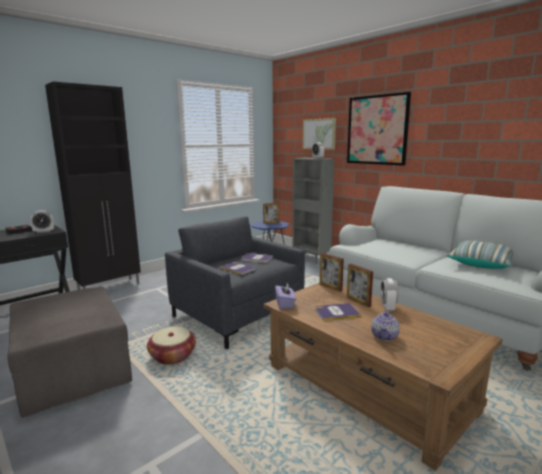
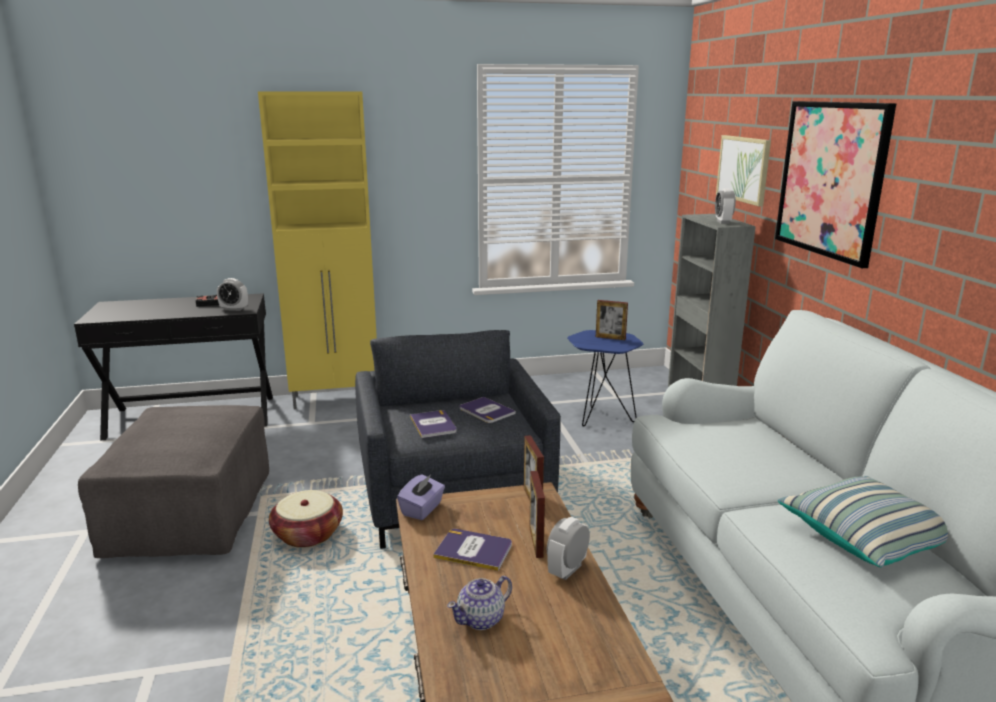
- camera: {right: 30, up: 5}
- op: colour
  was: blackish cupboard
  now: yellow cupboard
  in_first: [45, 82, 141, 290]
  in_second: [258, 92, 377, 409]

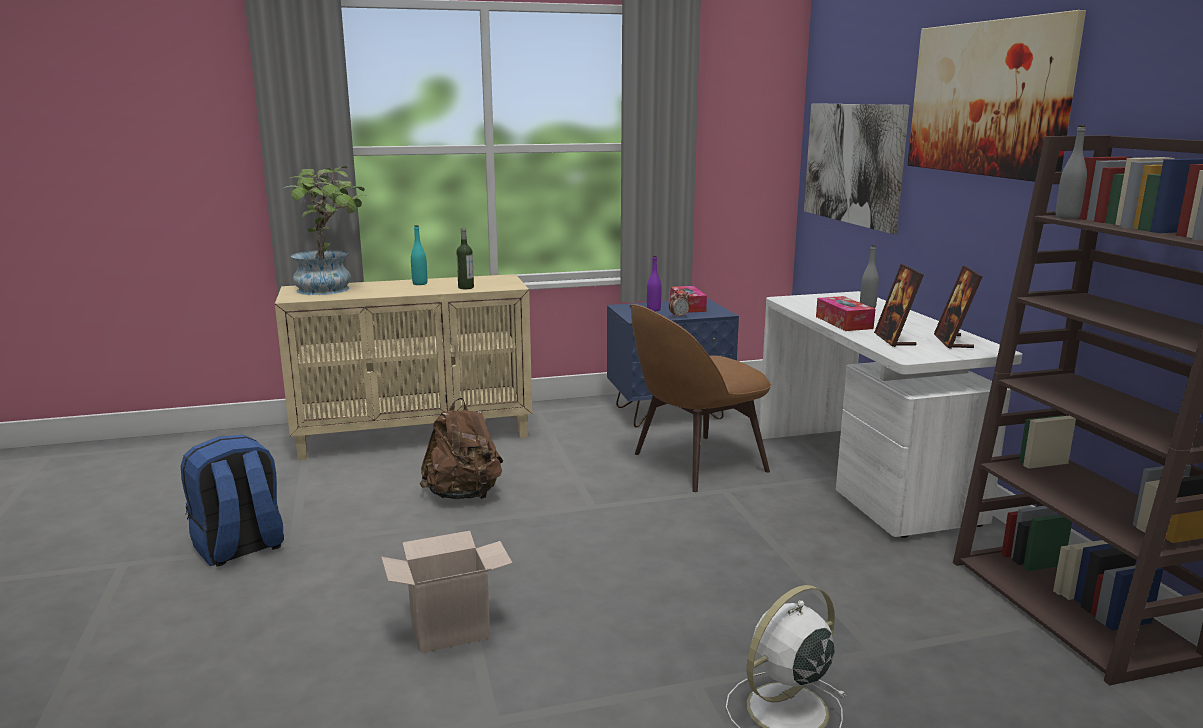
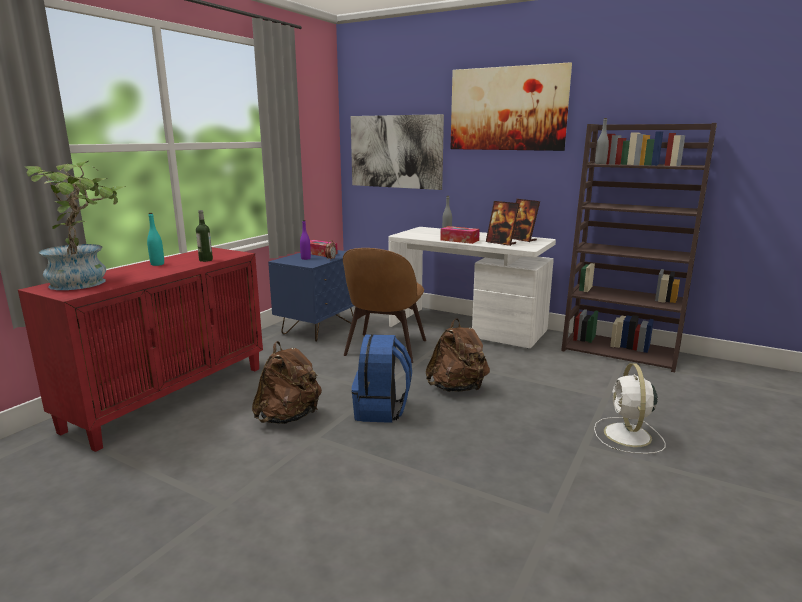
- camera: {right: -45, up: 0}
- op: relocated
  was: bluish rucksack
  in_first: [181, 435, 284, 566]
  in_second: [352, 334, 412, 423]
- op: colour
  was: sand-coloured cupboard
  now: red-coloured cupboard
  in_first: [275, 274, 532, 460]
  in_second: [18, 247, 263, 452]
- op: missing
  was: carton
  in_first: [381, 531, 512, 653]
- op: appeared
  now: brown rucksack
  in_second: [426, 318, 490, 392]

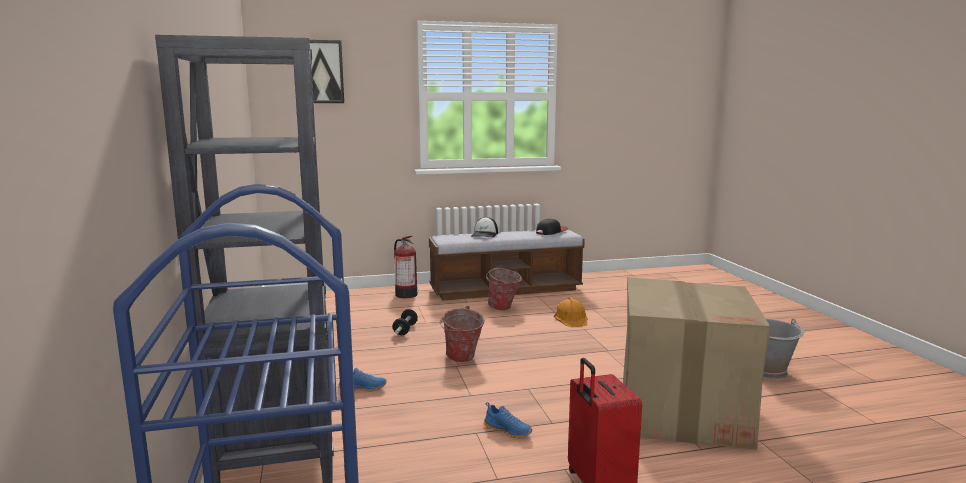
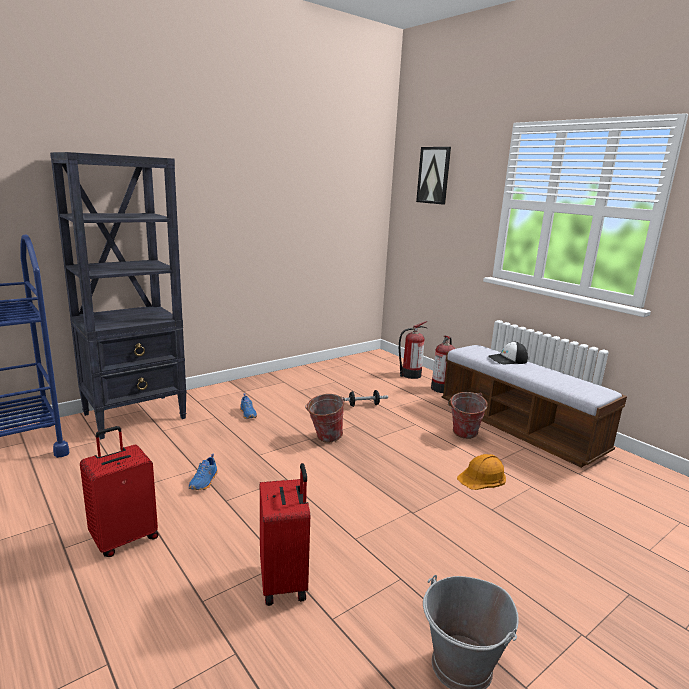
- camera: {right: 65, up: 5}
- op: missing
  was: cap
  in_first: [536, 219, 568, 235]
- op: exchanged
  was: carton
  now: red-coloured travel case
  in_first: [623, 277, 771, 450]
  in_second: [260, 463, 310, 606]
- op: appeared
  now: fire extinguisher
  in_second: [399, 321, 428, 379]

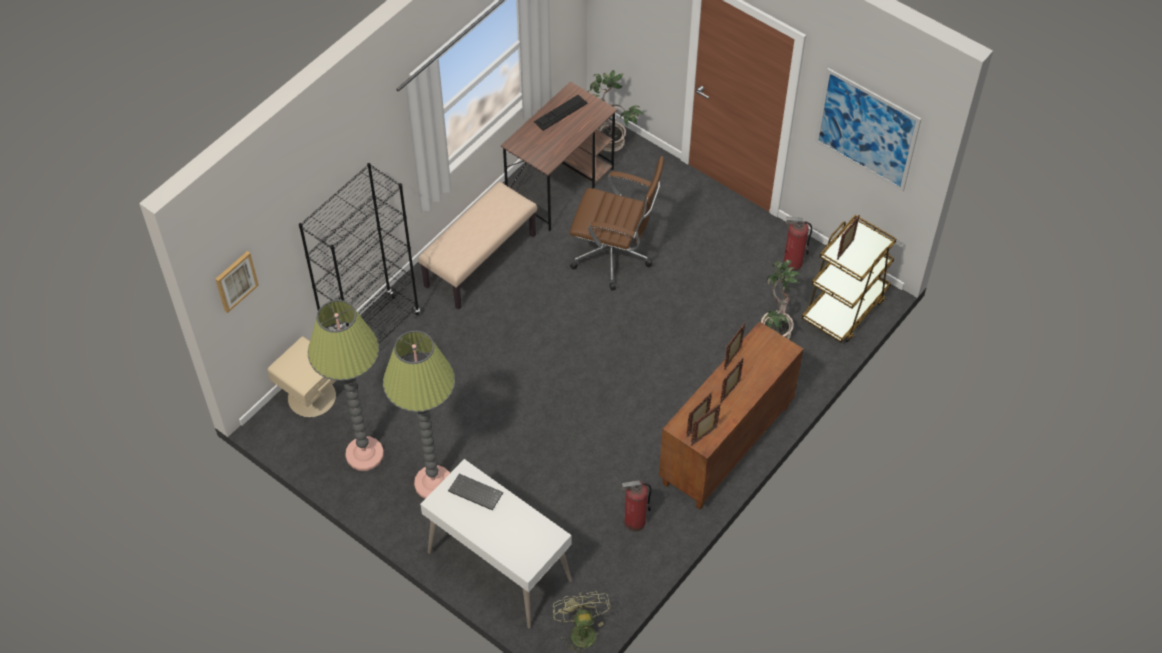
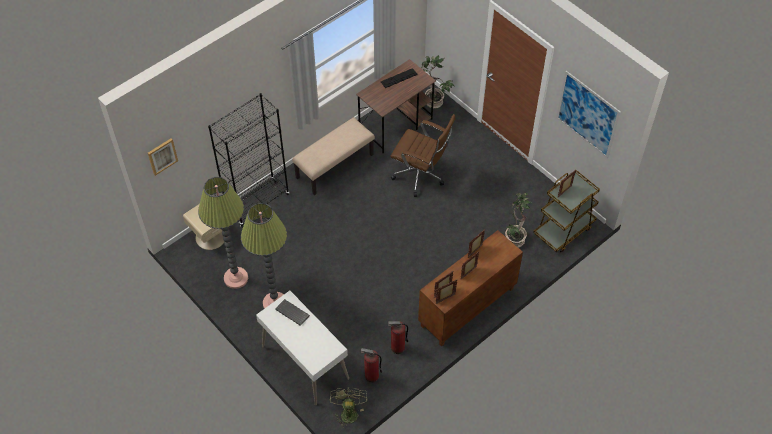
- camera: {right: 10, up: 0}
- op: relocated
  was: fire extinguisher
  in_first: [783, 217, 812, 271]
  in_second: [361, 348, 382, 383]

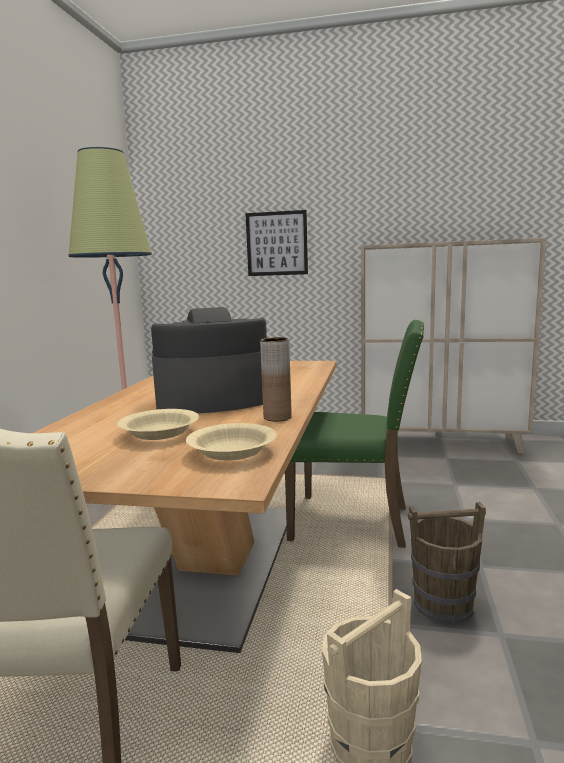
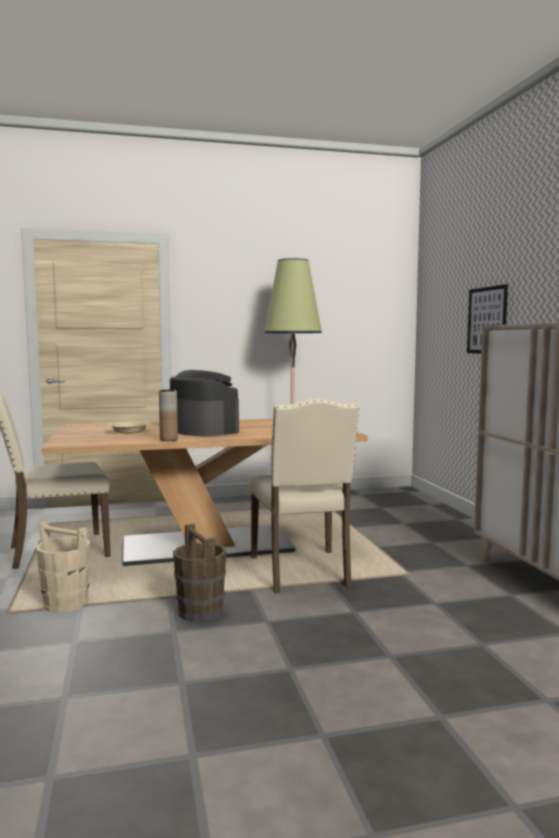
- camera: {right: 65, up: -5}
- op: missing
  was: sand-coloured bowl
  in_first: [186, 423, 277, 461]
- op: colour
  was: green chair
  now: sand-coloured chair
  in_first: [285, 320, 424, 548]
  in_second: [250, 398, 359, 593]

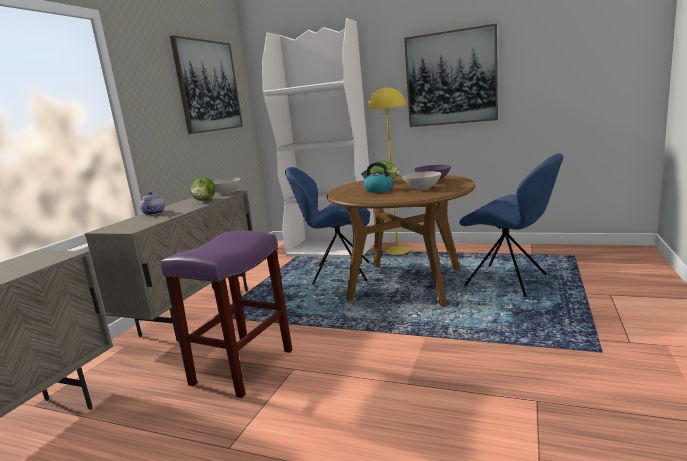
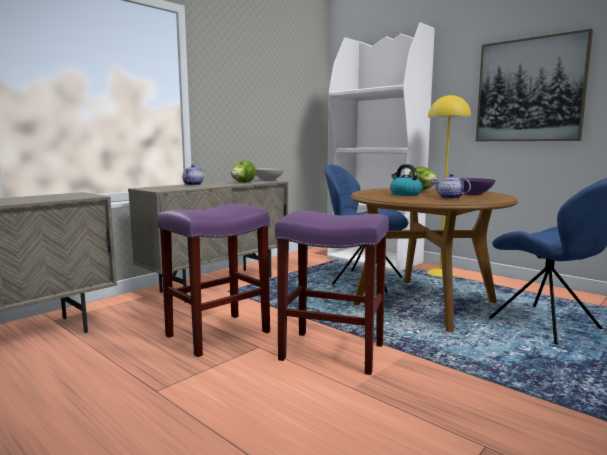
- camera: {right: 20, up: -5}
- op: missing
  was: wall art
  in_first: [170, 35, 243, 134]
- op: exchanged
  was: whitish bowl
  now: teapot
  in_first: [402, 171, 441, 190]
  in_second: [433, 174, 471, 199]
- op: appeared
  now: purple stool seat
  in_second: [275, 210, 389, 375]

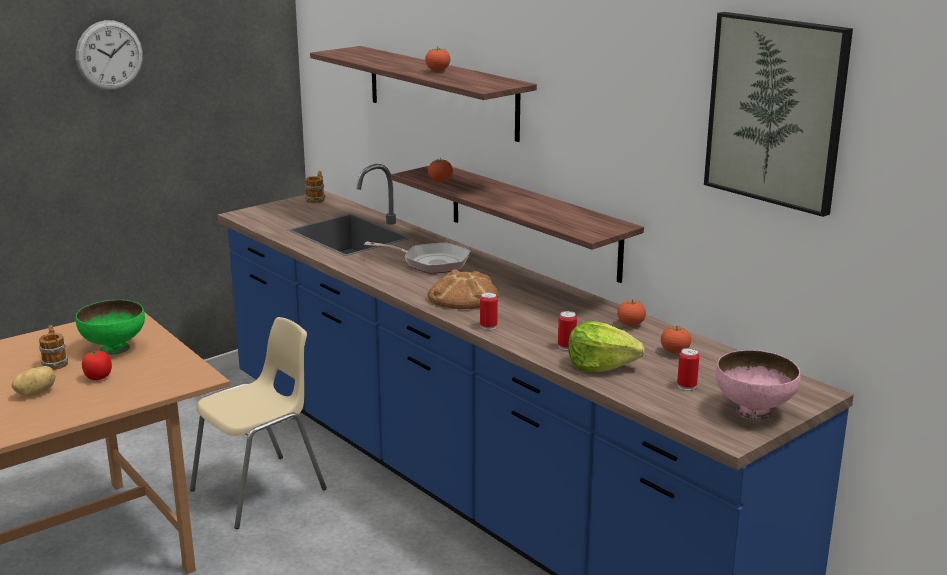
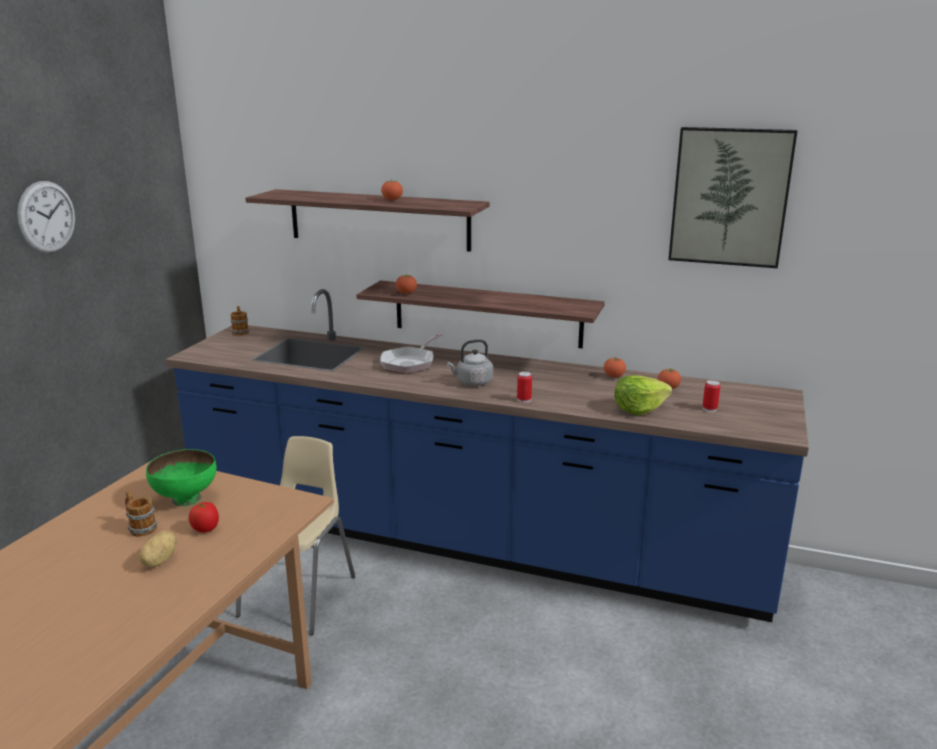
- camera: {right: -30, up: 0}
- op: spun
  was: pan
  in_first: [364, 242, 470, 273]
  in_second: [380, 333, 443, 374]
  clockwise: 135
- op: exchanged
  was: bread
  now: grey tea kettle
  in_first: [428, 270, 499, 309]
  in_second: [447, 339, 493, 386]
- op: missing
  was: metal can
  in_first: [558, 311, 577, 350]
- op: missing
  was: pink bowl
  in_first: [716, 350, 800, 420]

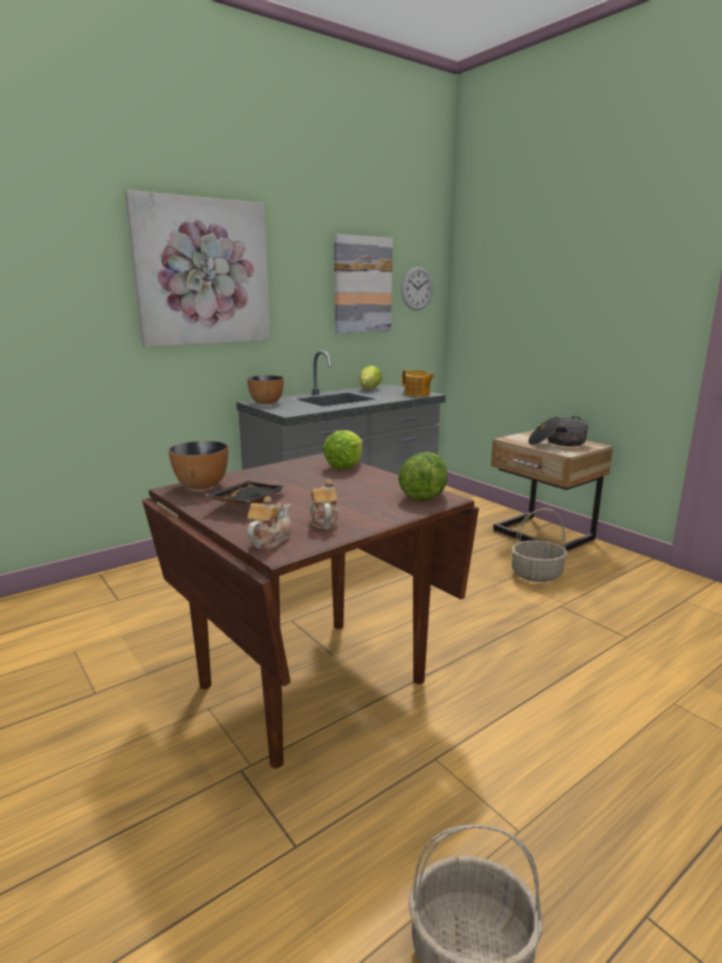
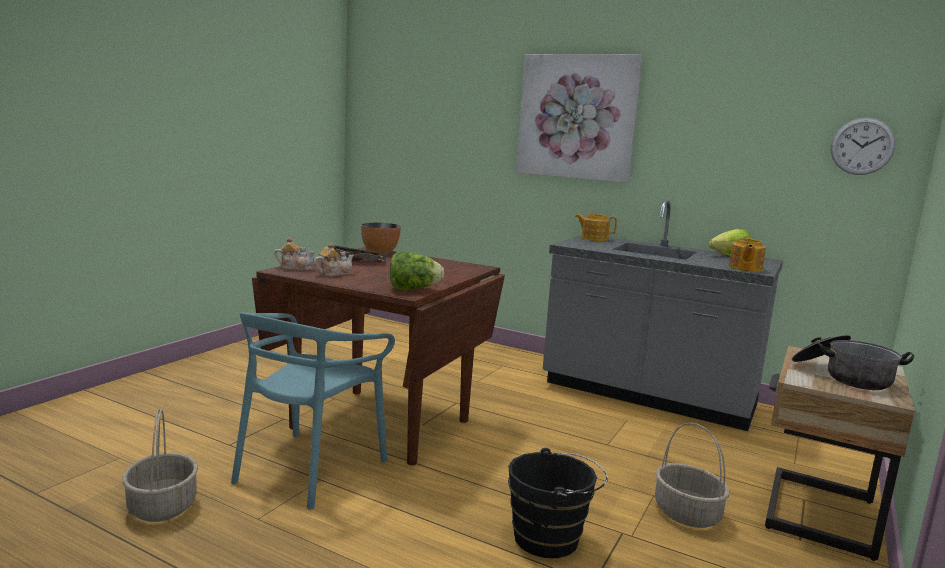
- camera: {right: 65, up: -5}
- op: exchanged
  was: bowl
  now: teapot
  in_first: [247, 375, 284, 404]
  in_second: [575, 214, 617, 241]
- op: missing
  was: head of lettuce
  in_first: [323, 430, 363, 470]
- op: missing
  was: wall art
  in_first: [334, 234, 393, 334]
- op: appeared
  now: blue-green chair
  in_second: [231, 312, 395, 509]
- op: appeared
  now: blackish pail
  in_second: [508, 448, 608, 558]

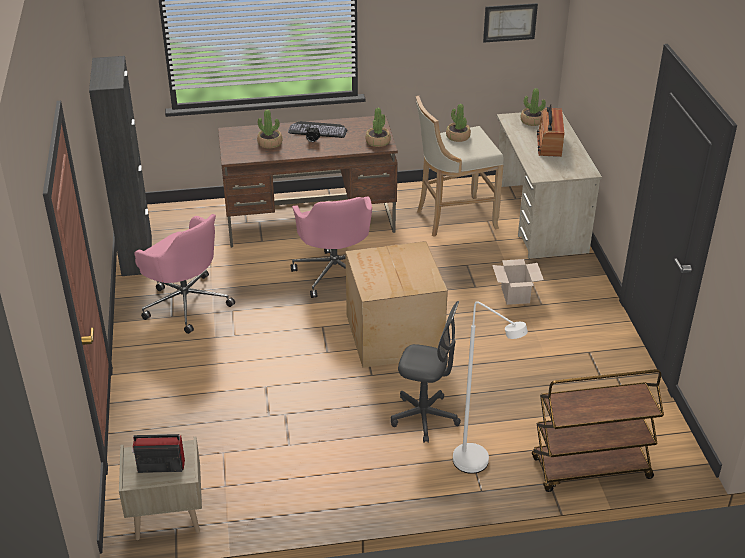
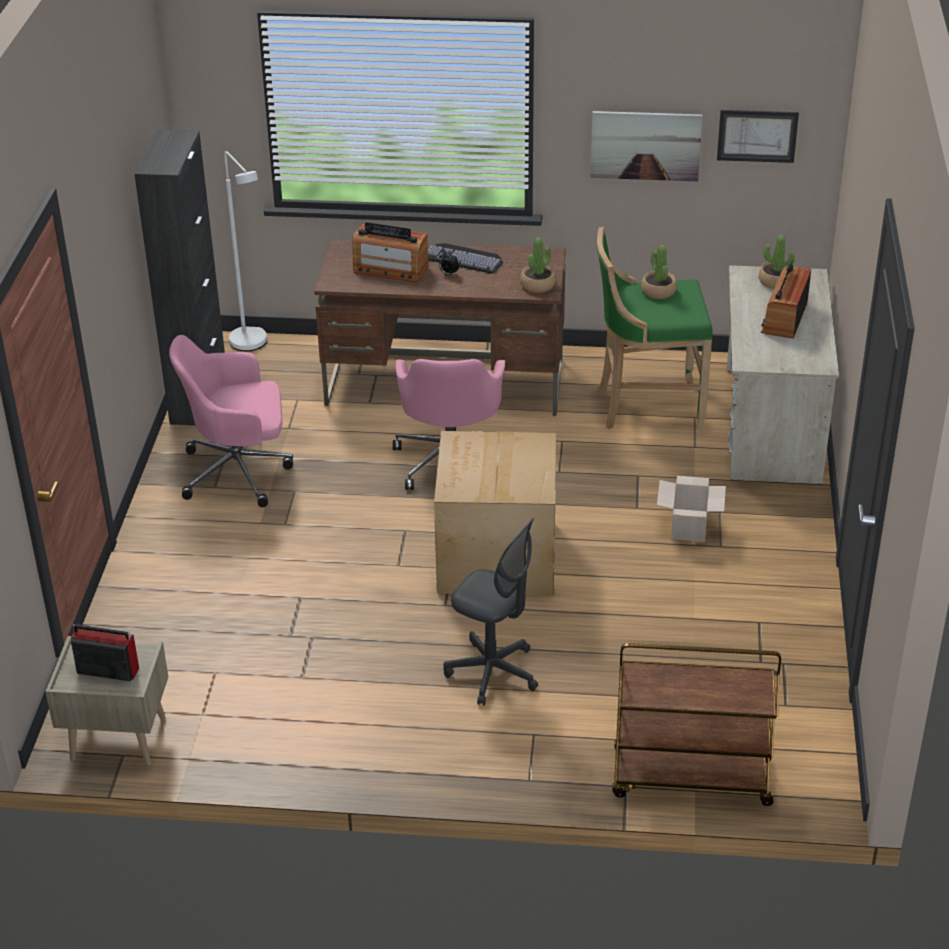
- camera: {right: 15, up: 0}
- op: spun
  was: pink computer chair
  in_first: [134, 214, 235, 334]
  in_second: [169, 335, 293, 507]
  clockwise: 120
- op: exchanged
  was: houseplant
  now: radio set
  in_first: [257, 110, 283, 149]
  in_second: [352, 222, 429, 282]
- op: colour
  was: sand-coloured stool seat
  now: green stool seat
  in_first: [416, 96, 504, 237]
  in_second: [597, 227, 713, 431]
- op: relocated
  was: whitish standing lamp
  in_first: [453, 301, 528, 474]
  in_second: [224, 151, 267, 351]
- op: appeared
  now: wall art
  in_second: [591, 111, 703, 181]

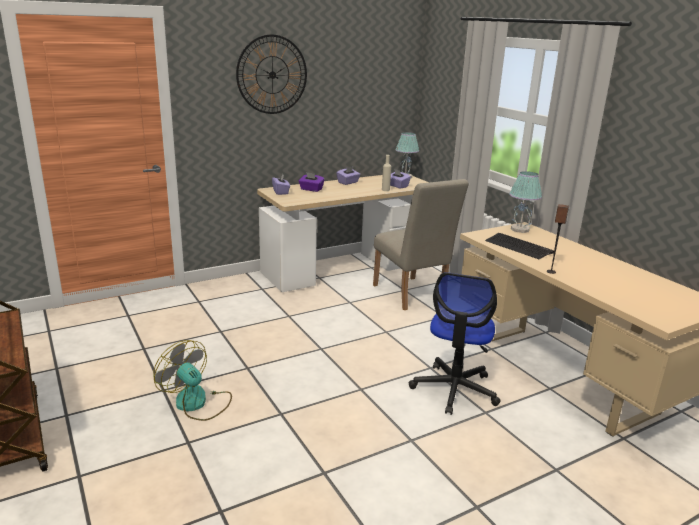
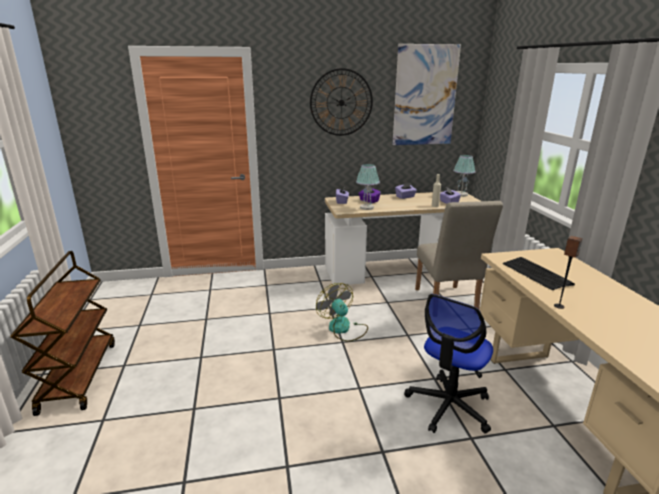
- camera: {right: 20, up: 0}
- op: relocated
  was: cooling fan
  in_first: [153, 340, 232, 421]
  in_second: [316, 283, 368, 342]
- op: relocated
  was: tabletop lamp
  in_first: [509, 171, 542, 233]
  in_second: [356, 164, 380, 210]
- op: appeared
  now: wall art
  in_second: [393, 44, 461, 145]

